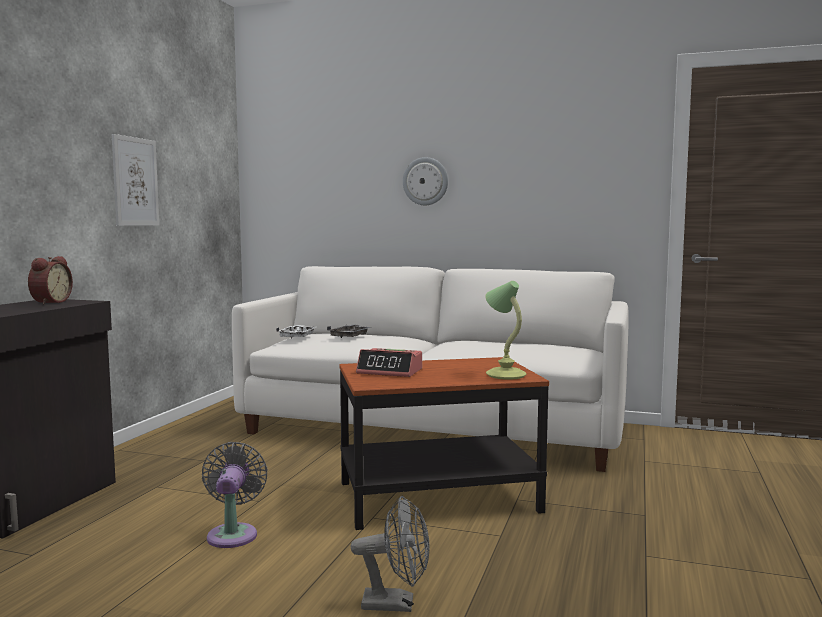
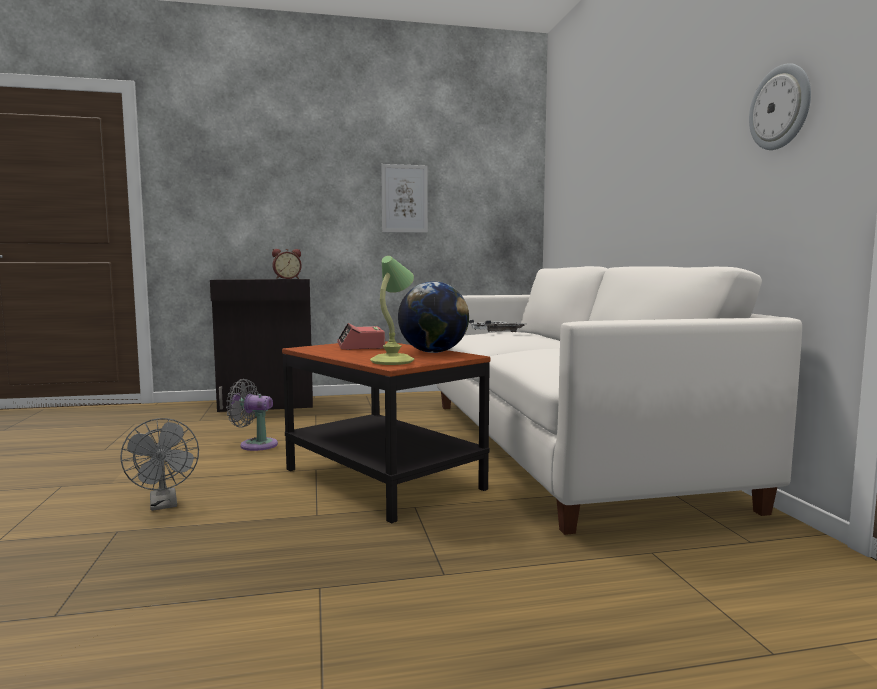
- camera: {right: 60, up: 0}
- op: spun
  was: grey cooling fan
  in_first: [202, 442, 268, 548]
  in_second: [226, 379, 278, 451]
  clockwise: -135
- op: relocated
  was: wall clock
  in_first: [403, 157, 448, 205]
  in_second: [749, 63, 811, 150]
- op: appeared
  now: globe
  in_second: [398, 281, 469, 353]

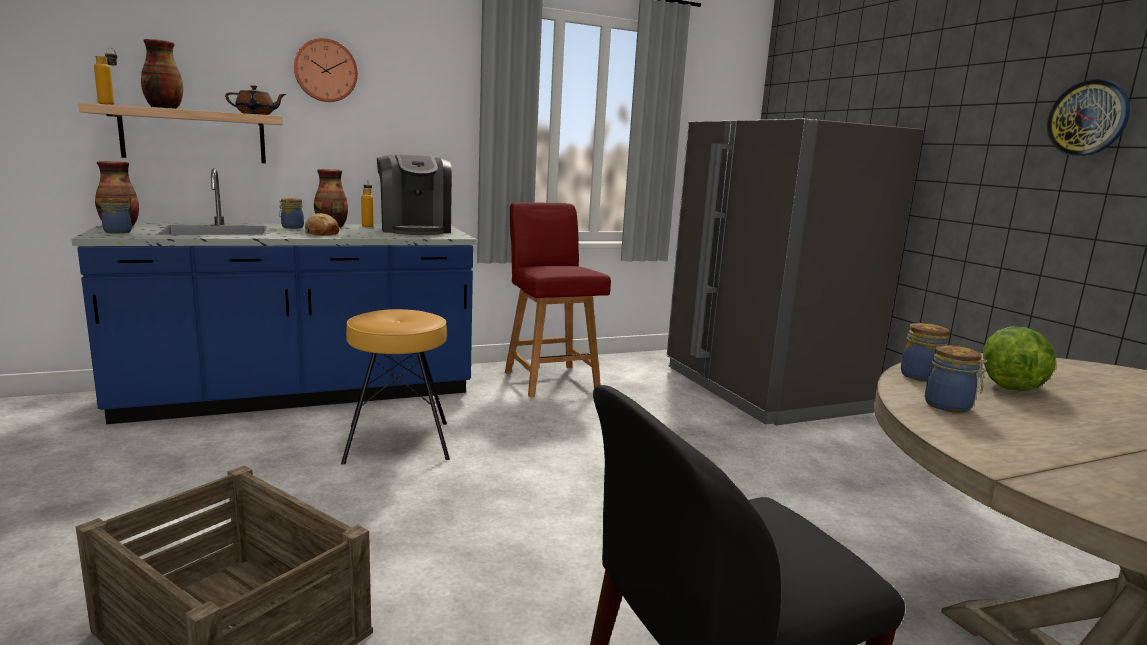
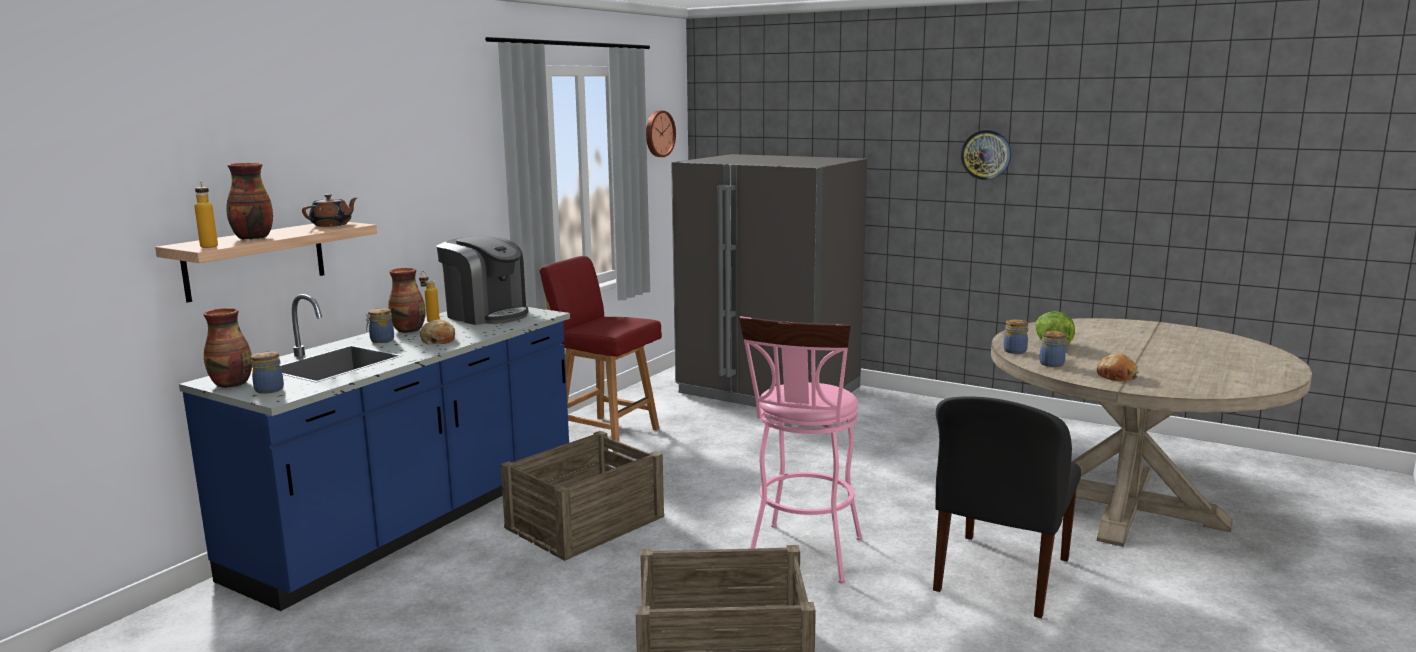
- camera: {right: -35, up: 0}
- op: relocated
  was: wall clock
  in_first: [294, 38, 358, 102]
  in_second: [646, 111, 676, 157]
- op: exchanged
  was: brown stool seat
  now: shipping crate
  in_first: [341, 309, 450, 465]
  in_second: [500, 431, 664, 561]
- op: appeared
  now: pink stool seat
  in_second: [739, 316, 862, 583]
- op: appeared
  now: bread
  in_second: [1097, 353, 1139, 381]

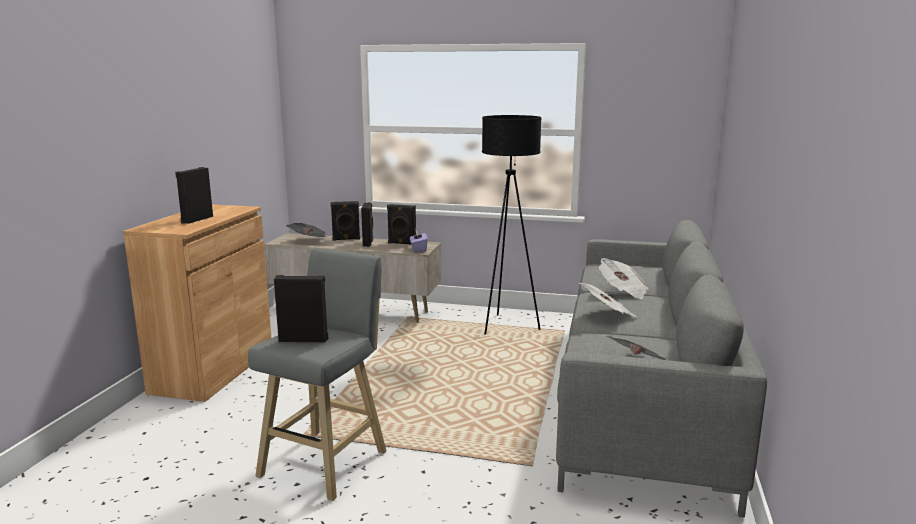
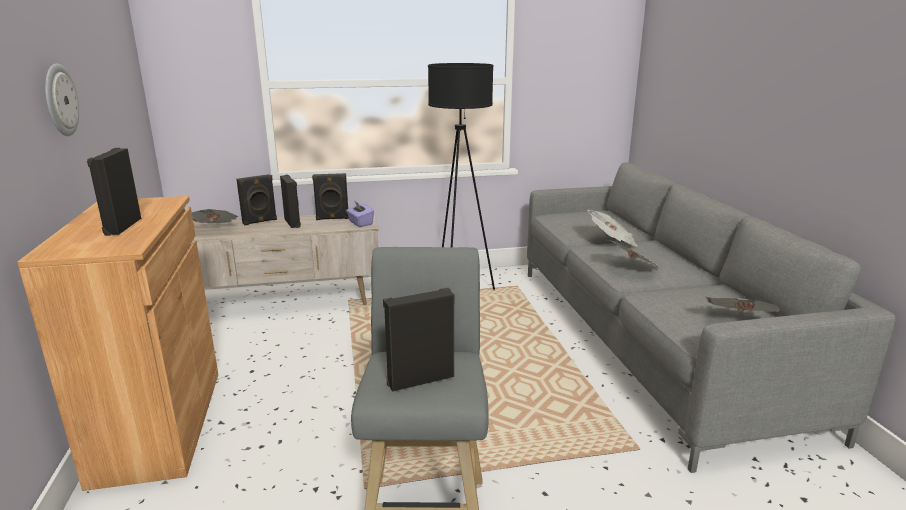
- camera: {right: -25, up: 5}
- op: appeared
  now: wall clock
  in_second: [45, 64, 79, 136]

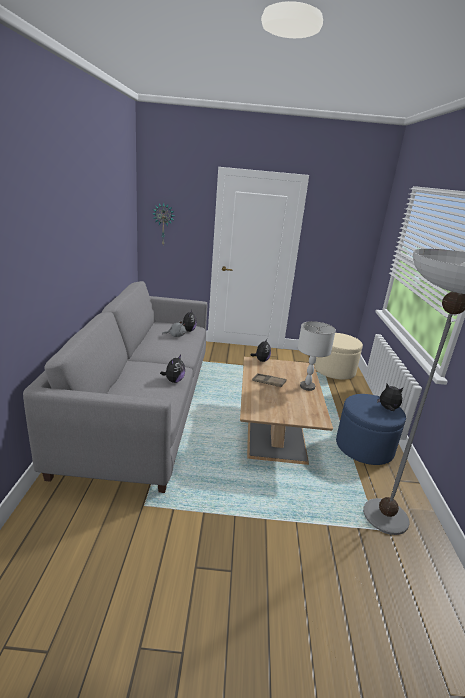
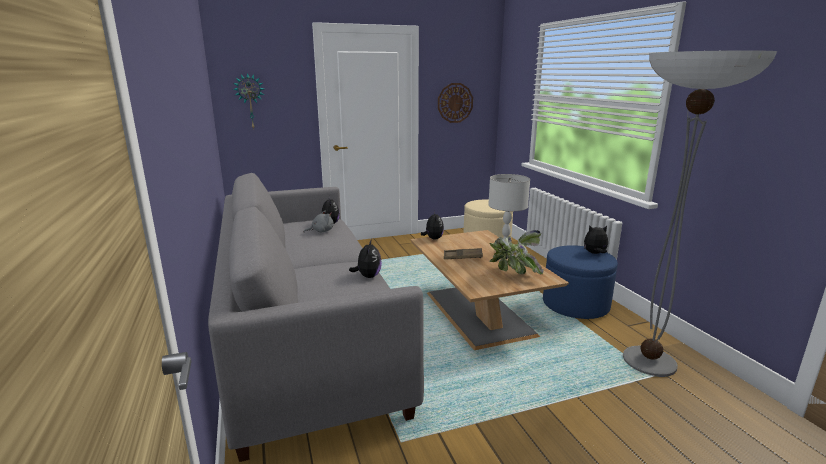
- camera: {right: -20, up: -5}
- op: appeared
  now: wall clock
  in_second: [438, 83, 473, 123]
- op: appeared
  now: houseplant
  in_second: [489, 230, 544, 275]

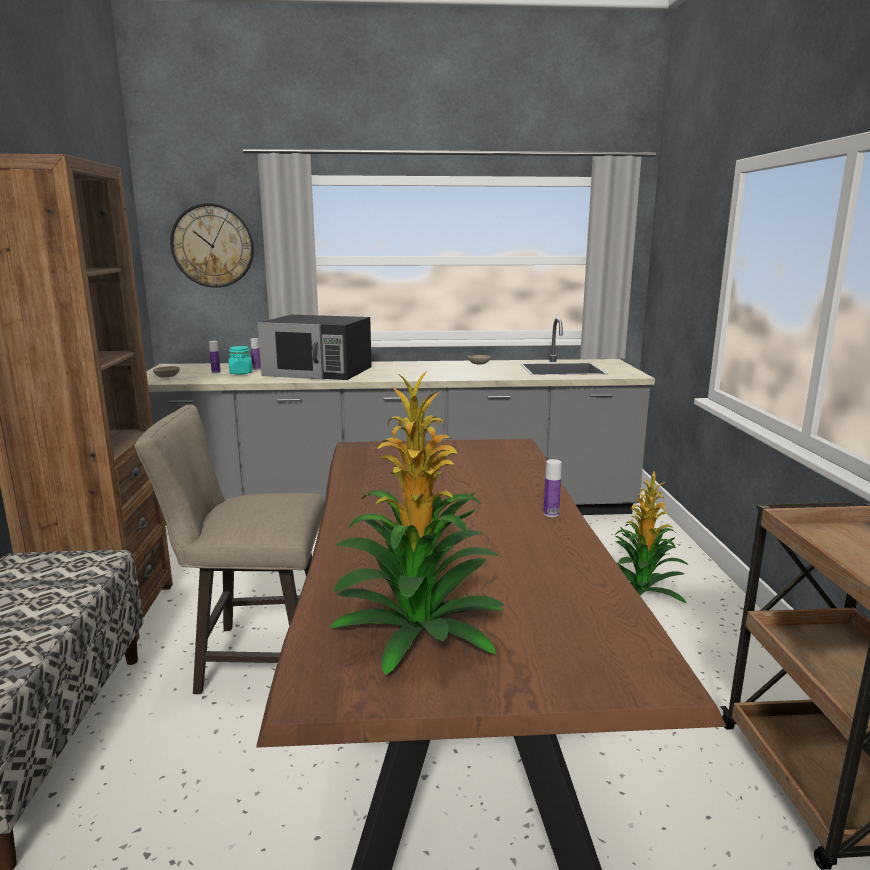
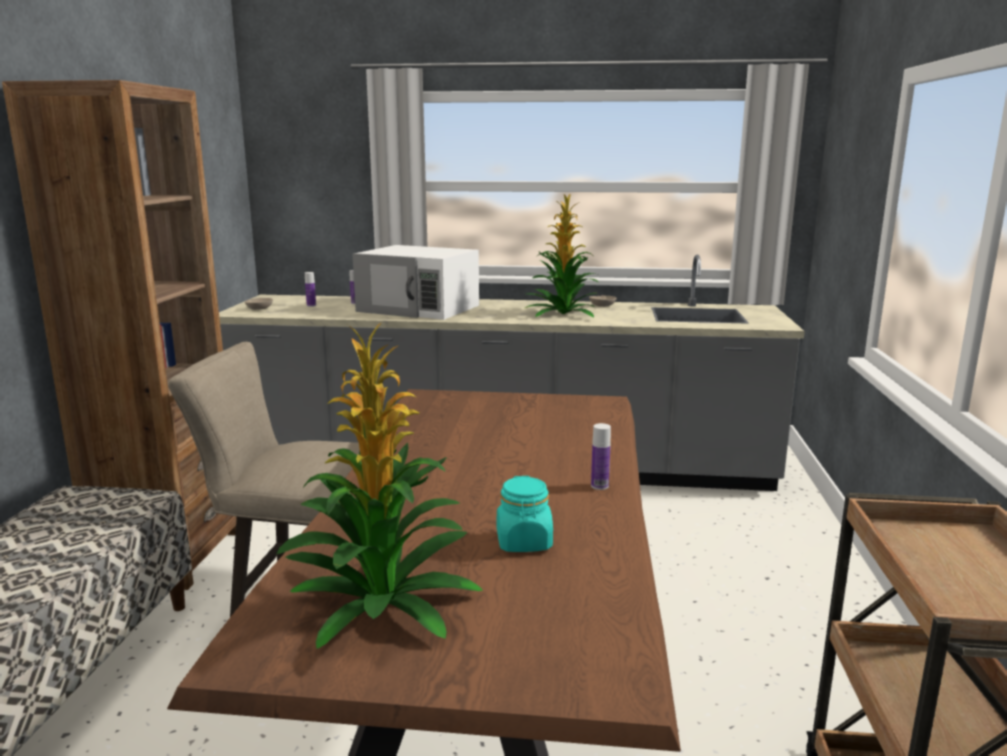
- camera: {right: 10, up: 0}
- op: missing
  was: wall clock
  in_first: [170, 203, 254, 288]
- op: relocated
  was: blue-green jar
  in_first: [229, 346, 252, 375]
  in_second: [497, 476, 553, 552]
- op: colour
  was: blackish microwave
  now: whitish microwave
  in_first: [258, 315, 372, 380]
  in_second: [352, 245, 479, 320]
- op: relocated
  was: houseplant
  in_first: [615, 471, 688, 603]
  in_second: [525, 193, 599, 317]

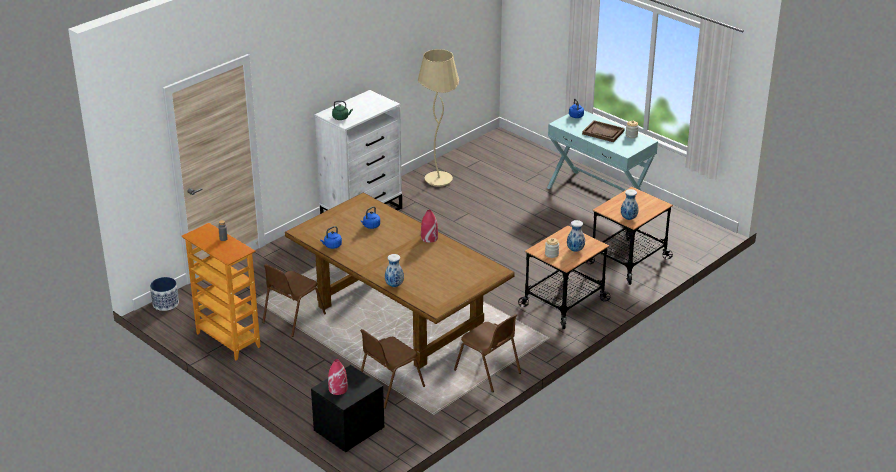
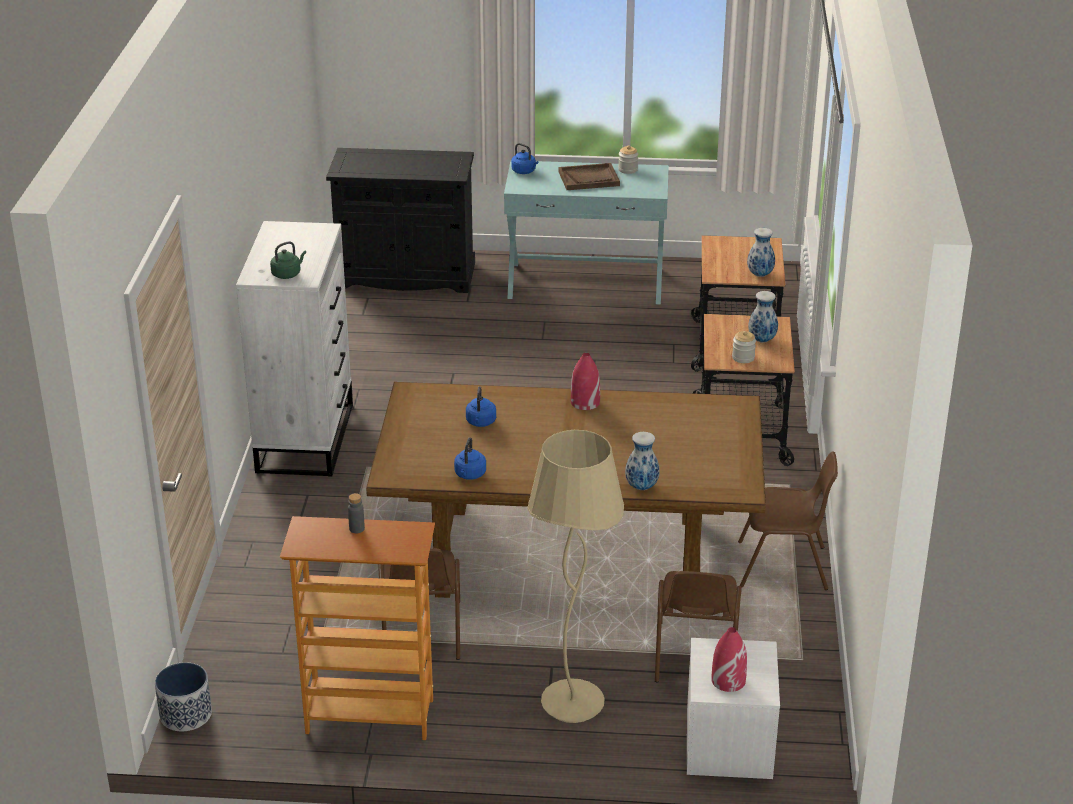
- camera: {right: -40, up: 0}
- op: colour
  was: blackish night table
  now: whitish night table
  in_first: [311, 365, 384, 452]
  in_second: [687, 638, 780, 779]
- op: relocated
  was: sand-coloured standing lamp
  in_first: [418, 49, 459, 187]
  in_second: [527, 430, 624, 723]
- op: appeared
  now: blackish cupboard
  in_second: [326, 148, 475, 293]

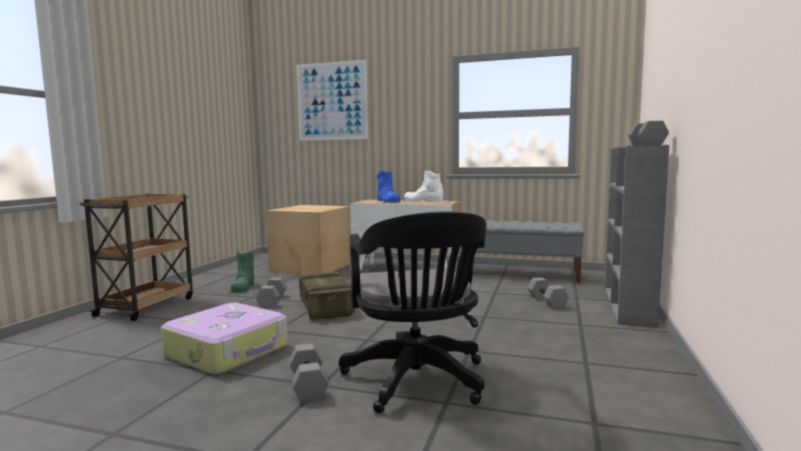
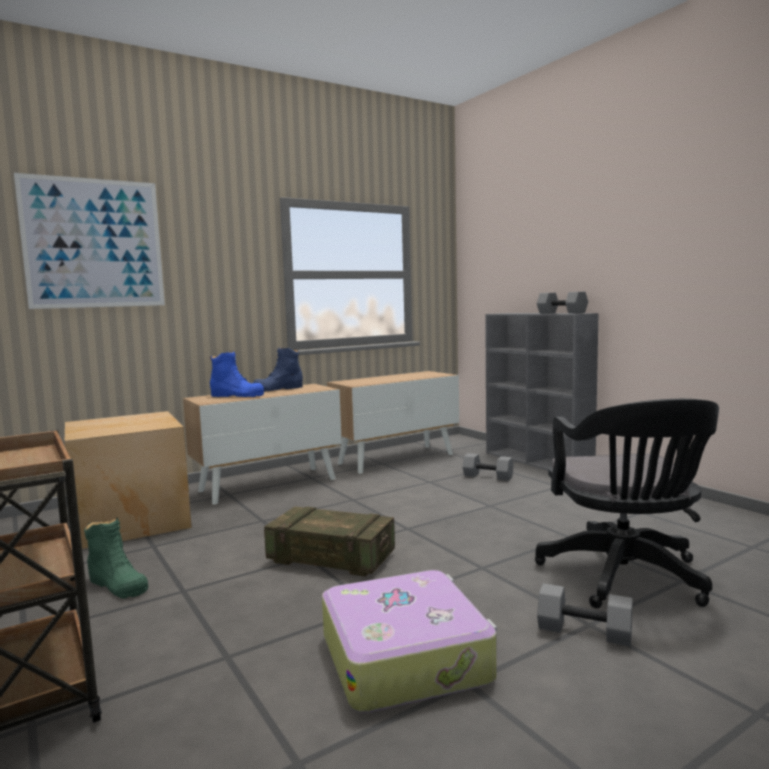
- camera: {right: -50, up: 0}
- op: missing
  was: grey free weight
  in_first: [256, 277, 287, 308]
- op: spun
  was: blackish computer chair
  in_first: [339, 211, 487, 413]
  in_second: [535, 399, 719, 608]
  clockwise: 60
- op: colour
  was: whitish tall boot
  now: bluish tall boot
  in_first: [404, 170, 444, 202]
  in_second: [253, 347, 303, 392]
- op: exchanged
  was: grey indoor bench
  now: cupboard
  in_first: [473, 220, 585, 283]
  in_second: [327, 371, 459, 474]

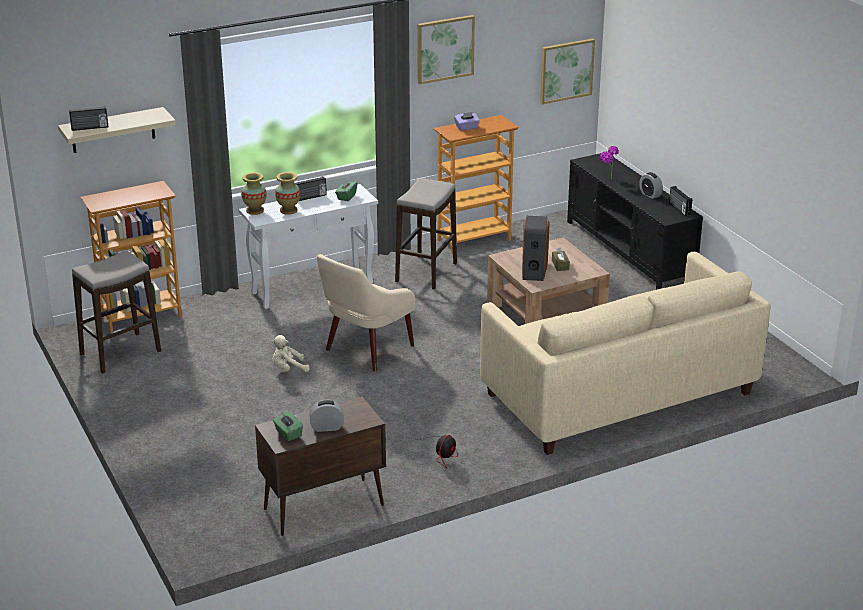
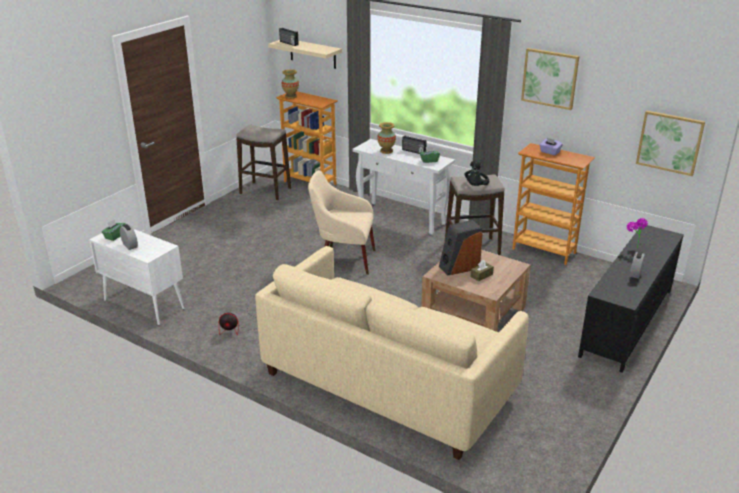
- camera: {right: 60, up: 0}
- op: relocated
  was: flower vase
  in_first: [241, 172, 267, 215]
  in_second: [282, 69, 299, 99]
- op: colour
  was: brown cupboard
  now: whitish cupboard
  in_first: [255, 396, 386, 536]
  in_second: [89, 229, 184, 325]
- op: missing
  was: sand-coloured soft toy
  in_first: [271, 335, 310, 372]
- op: missing
  was: radio set
  in_first: [669, 186, 692, 216]
- op: appeared
  now: blackish soft toy
  in_second: [464, 160, 490, 186]

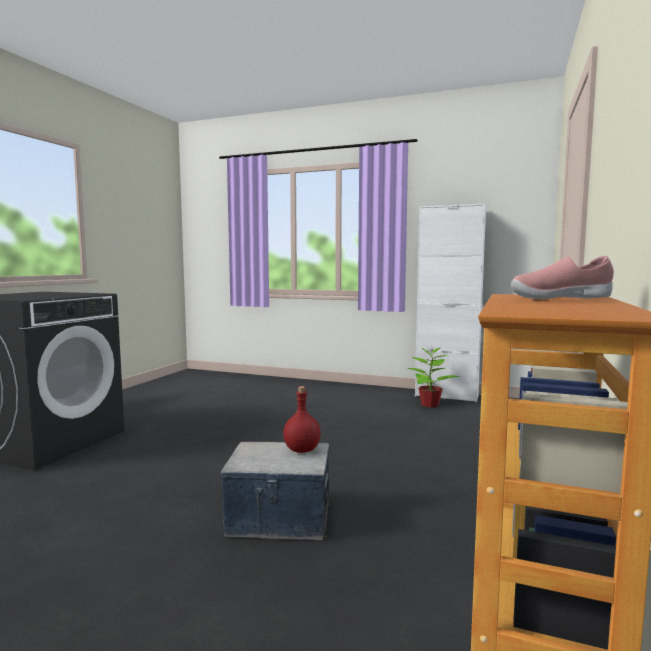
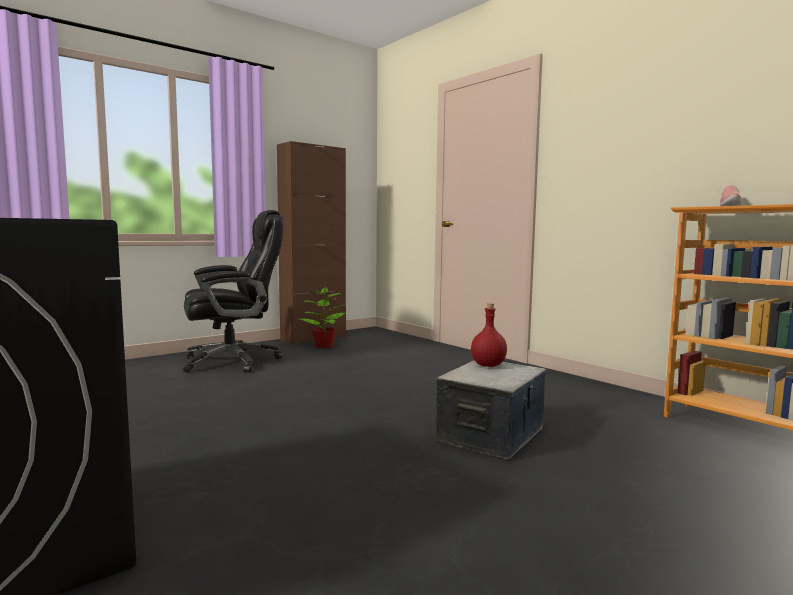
- camera: {right: -60, up: 0}
- op: colour
  was: whitish cupboard
  now: brown cupboard
  in_first: [415, 204, 486, 402]
  in_second: [277, 141, 346, 344]
- op: appeared
  now: blackish computer chair
  in_second: [183, 210, 284, 373]

